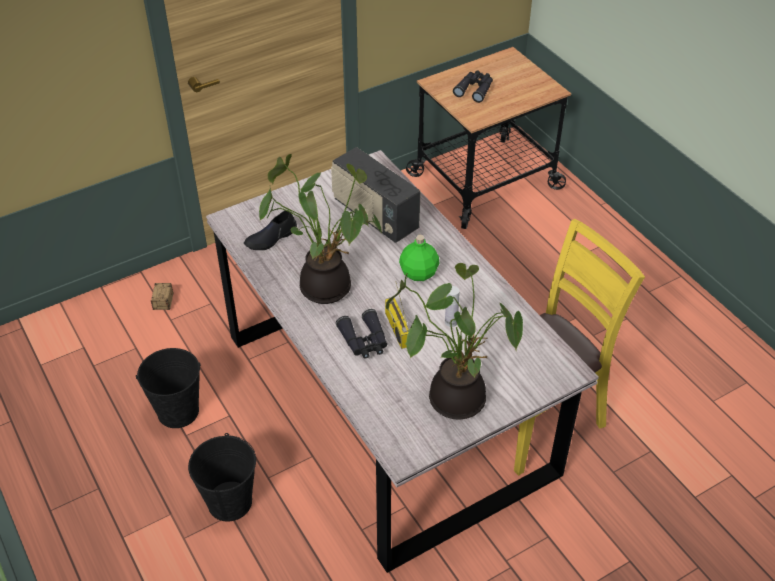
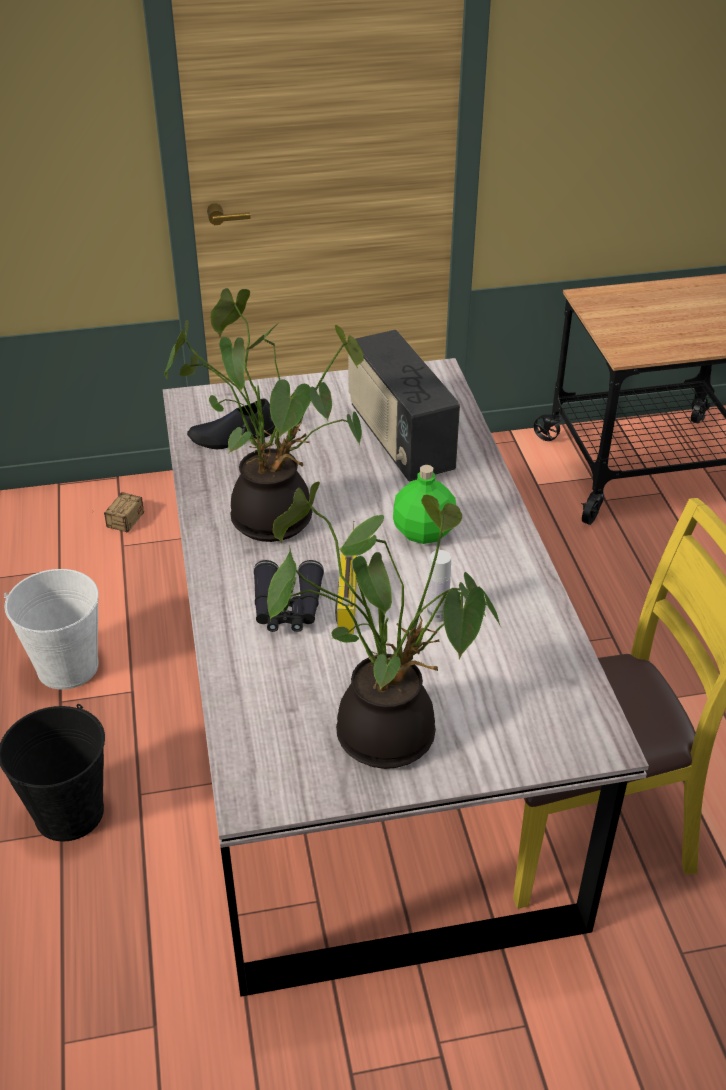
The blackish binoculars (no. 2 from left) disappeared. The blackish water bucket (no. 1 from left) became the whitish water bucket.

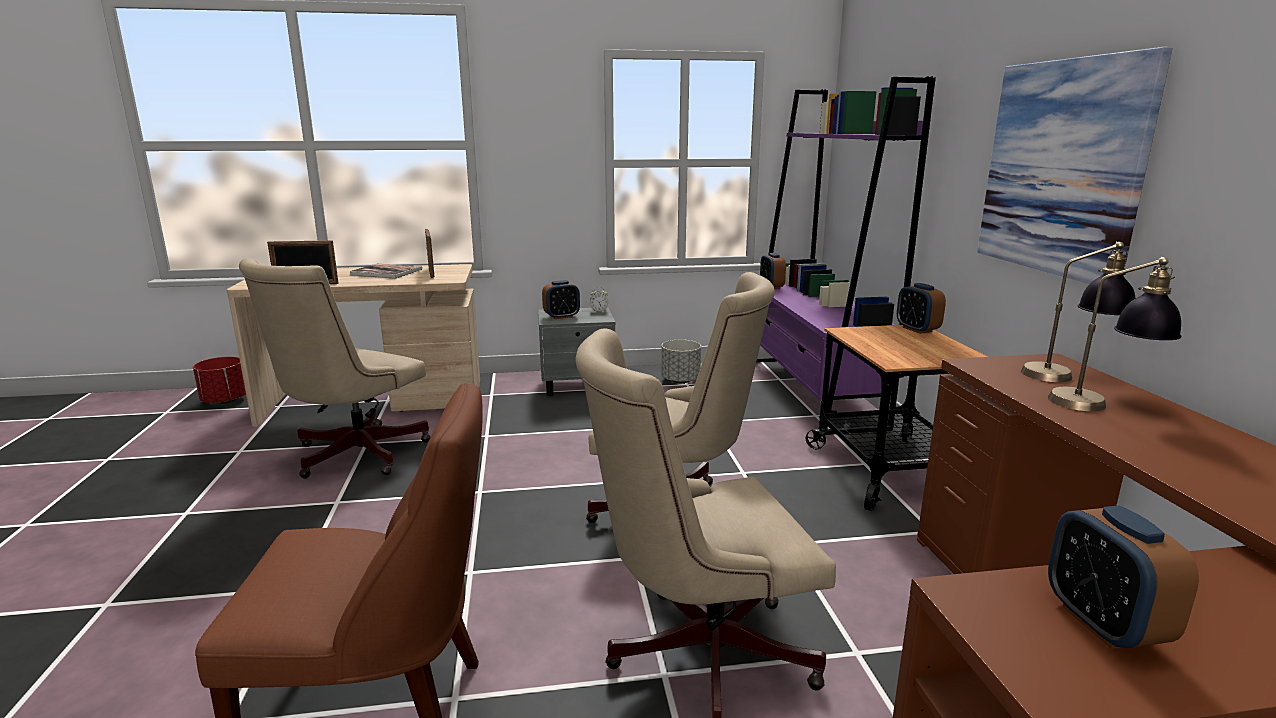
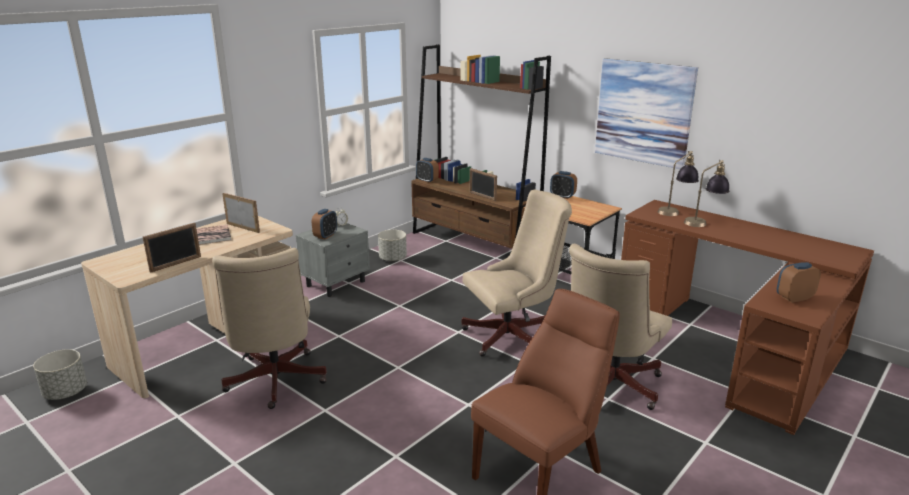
The purple-coloured bookshelf became the brownish bookshelf. The reddish planter became the greyish planter (no. 1 from left). The table clock (no. 5 from left) turned 120 degrees clockwise. The photo frame (no. 3 from left) appeared.

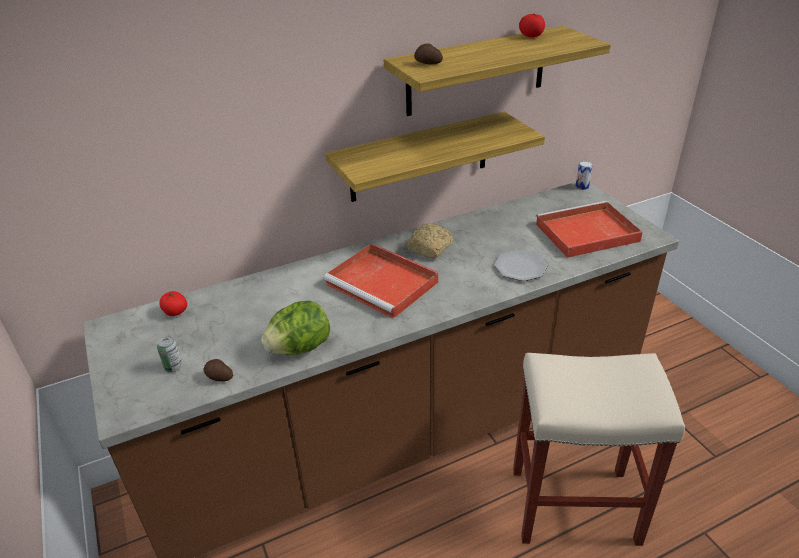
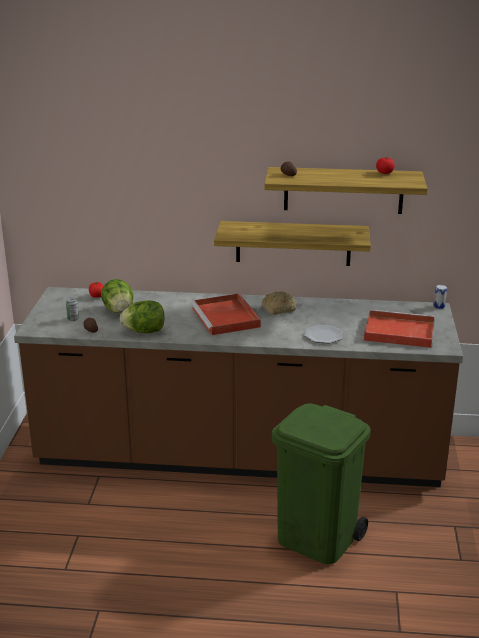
The sand-coloured stool was replaced by the green waste bin. The lettuce (no. 1 from left) appeared.

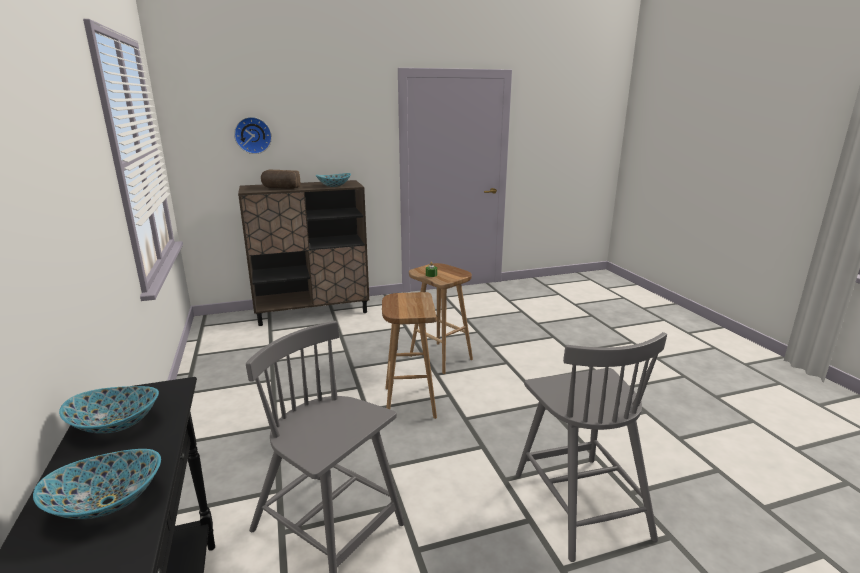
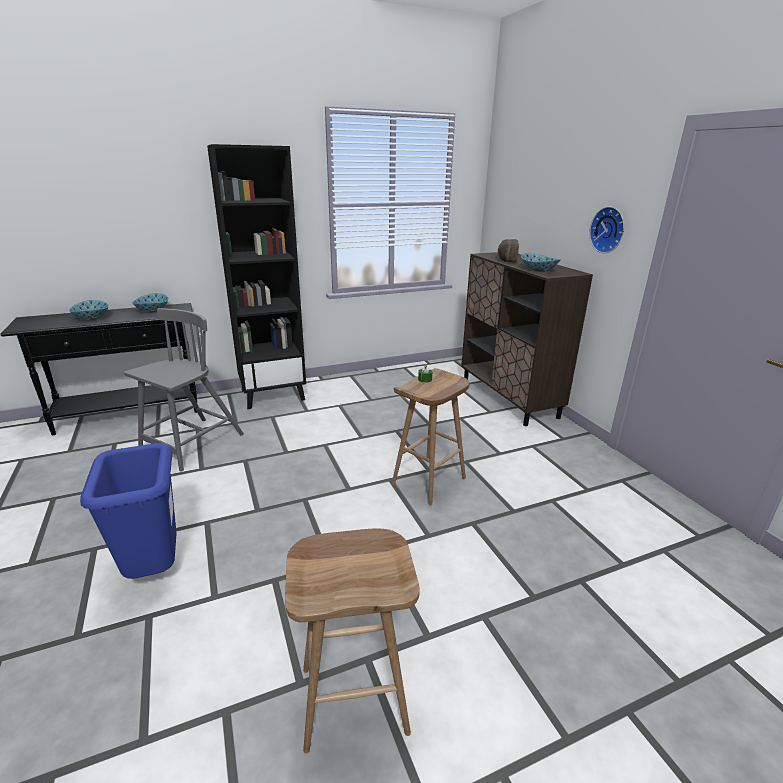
The clock on the wall moved. The brownish stool (no. 1 from left) moved. The greyish upright chair (no. 2 from left) was replaced by the blue waste bin. The blackish bookshelf appeared.

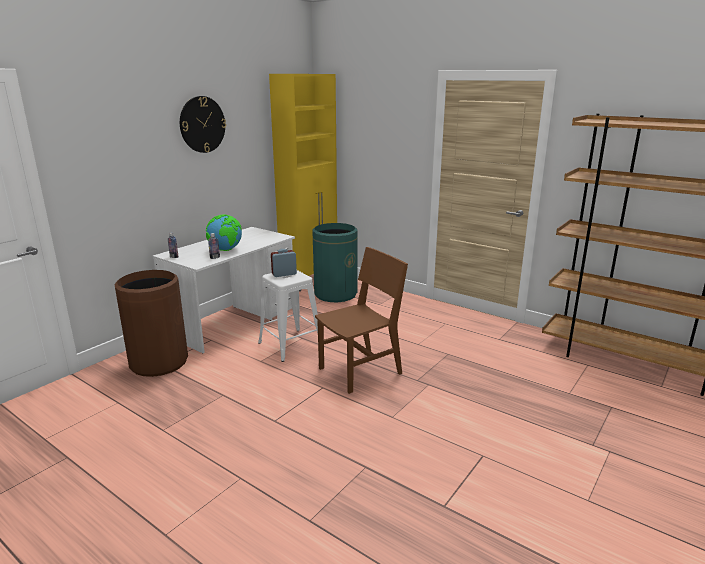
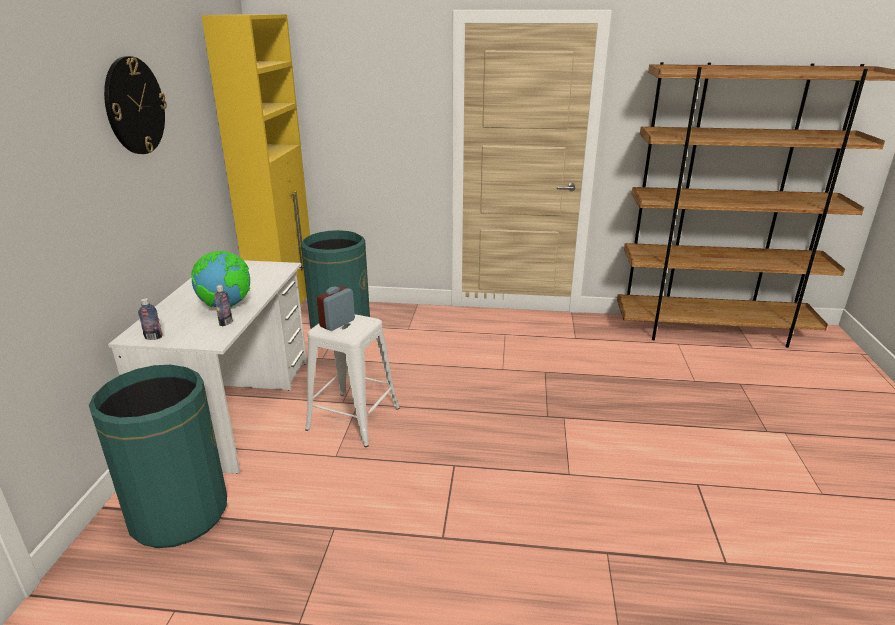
The brownish upright chair disappeared. The brownish waste bin became the green waste bin (no. 1 from left).

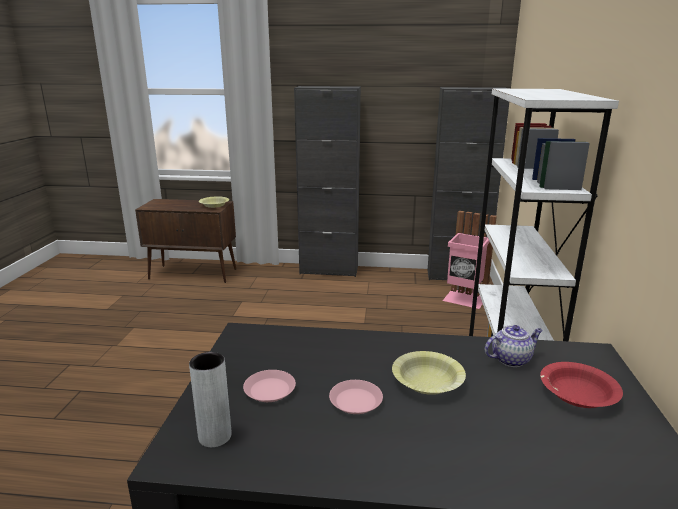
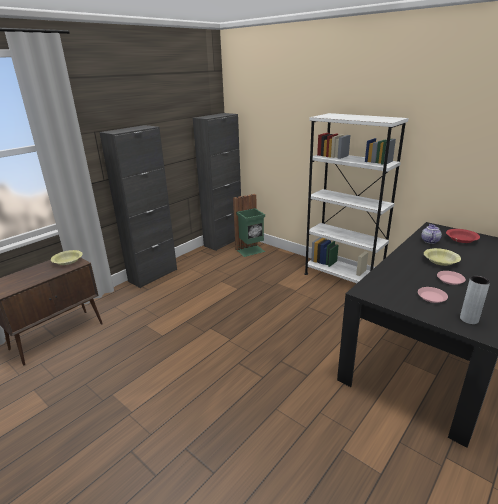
The pinkish waste bin became the green waste bin.

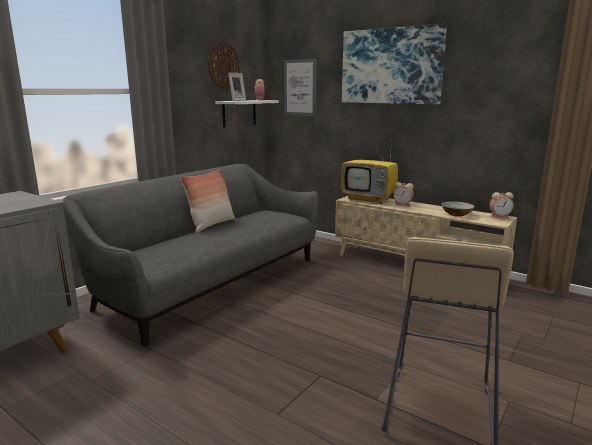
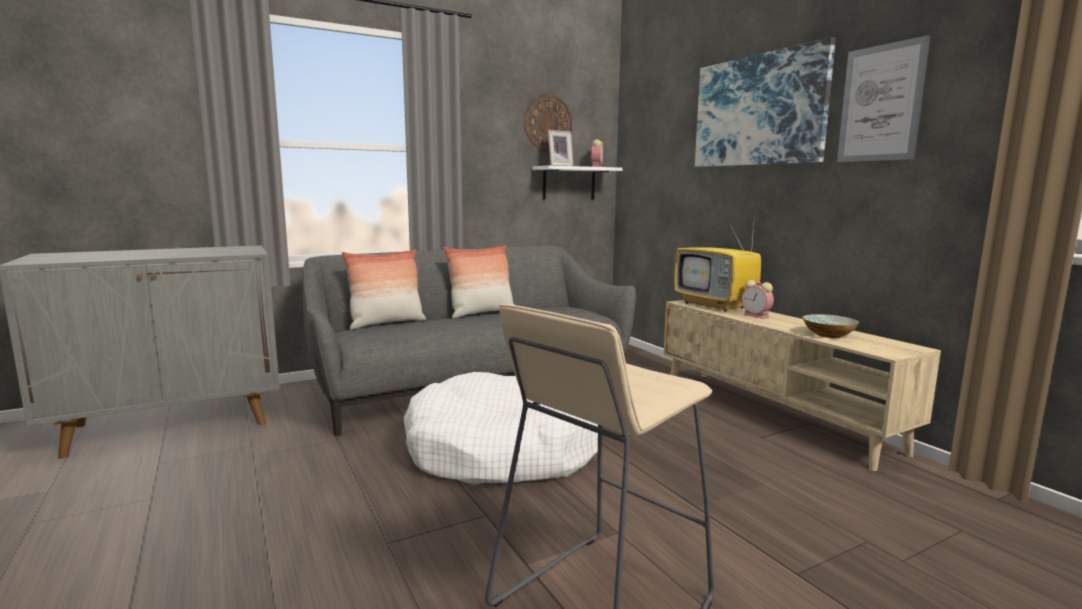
The wall art (no. 1 from left in the first image) moved. The table clock (no. 3 from left) disappeared. The throw pillow (no. 1 from left) appeared. The whitish pet bed appeared.

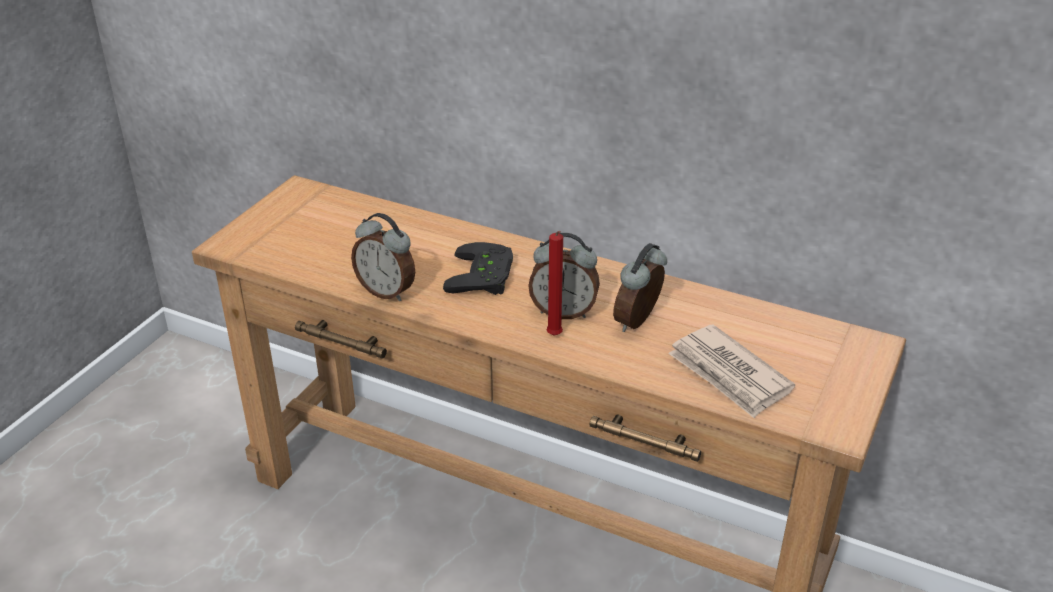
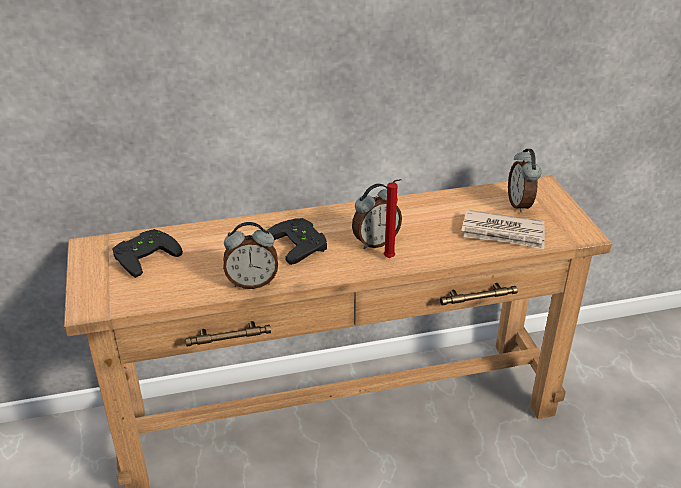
The table clock (no. 3 from left) moved. The blackish joypad (no. 1 from left) appeared.

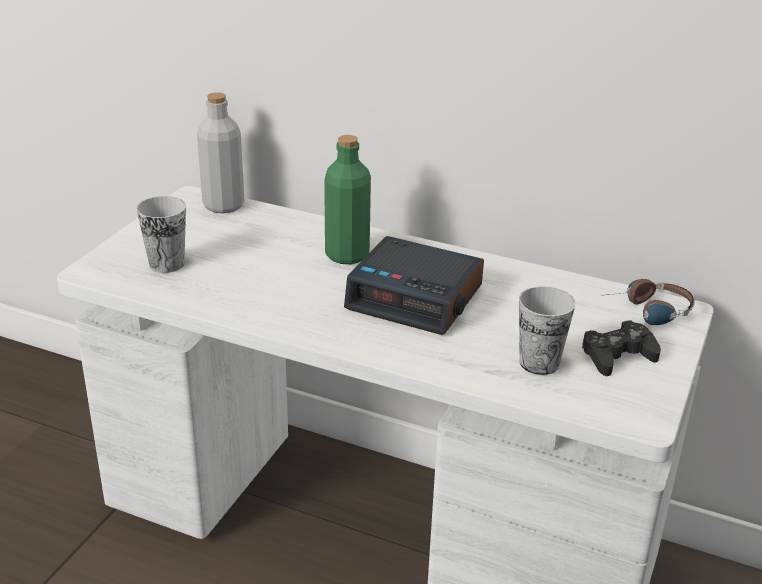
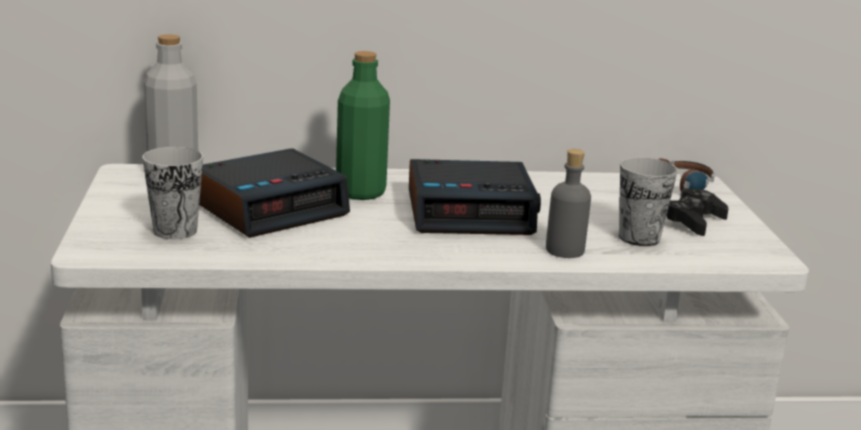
The table clock (no. 1 from left) appeared. The greyish beverage bottle (no. 2 from left) appeared.

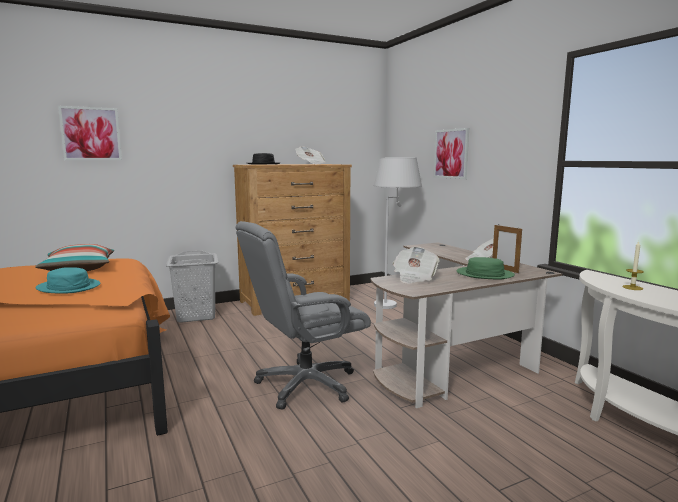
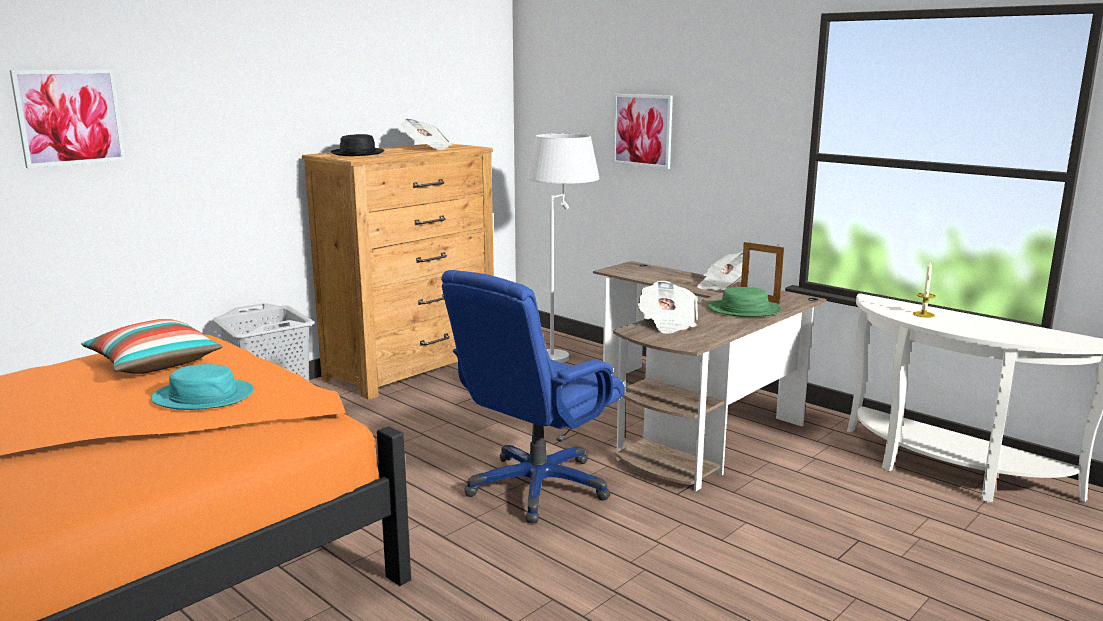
The greyish computer chair became the blue computer chair.

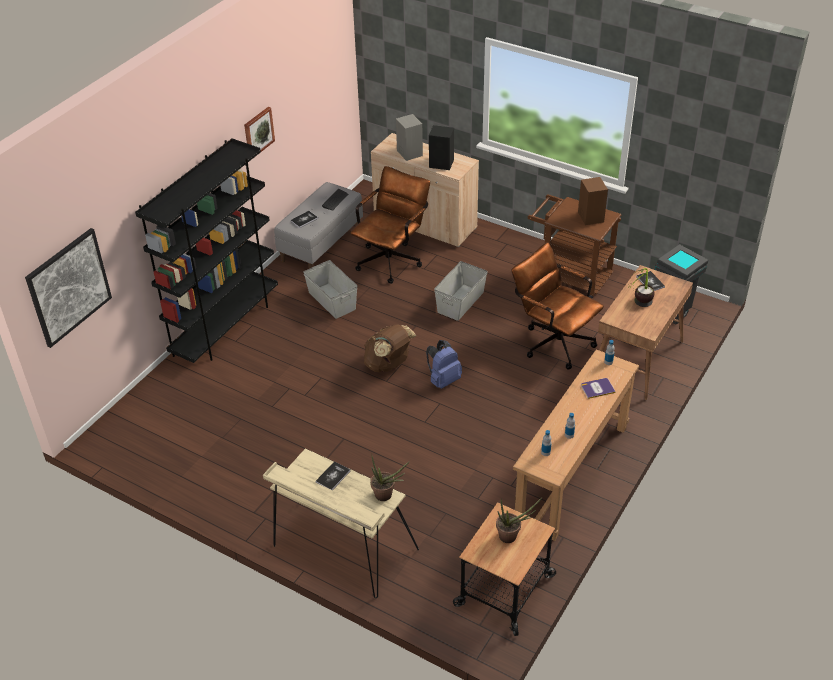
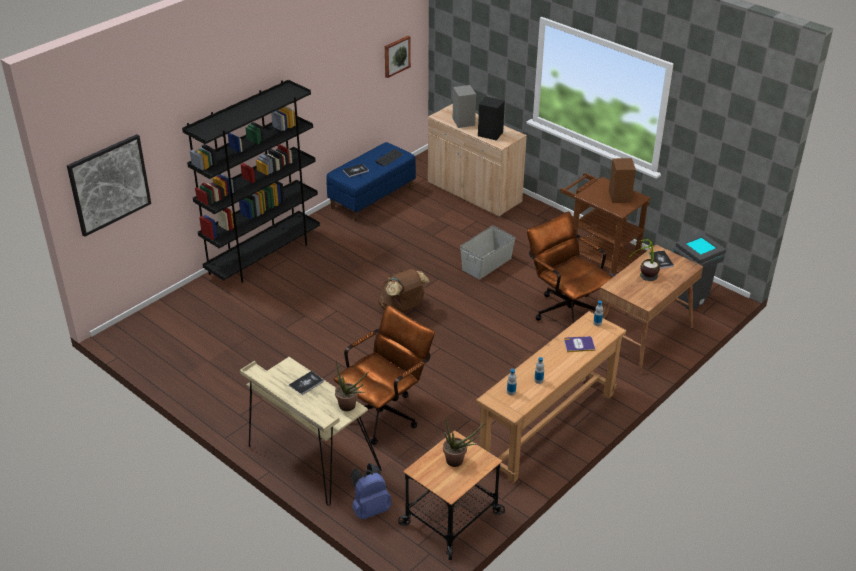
The wall art (no. 2 from left) moved. The brownish computer chair (no. 1 from left) moved. The greyish indoor bench became the blue indoor bench. The greyish storage bin (no. 1 from left) disappeared. The blue rucksack moved.

